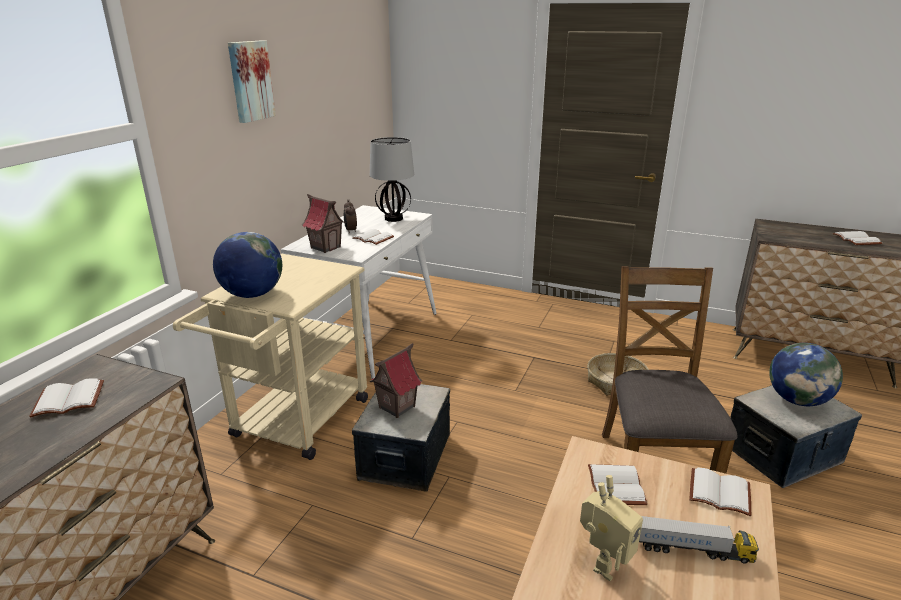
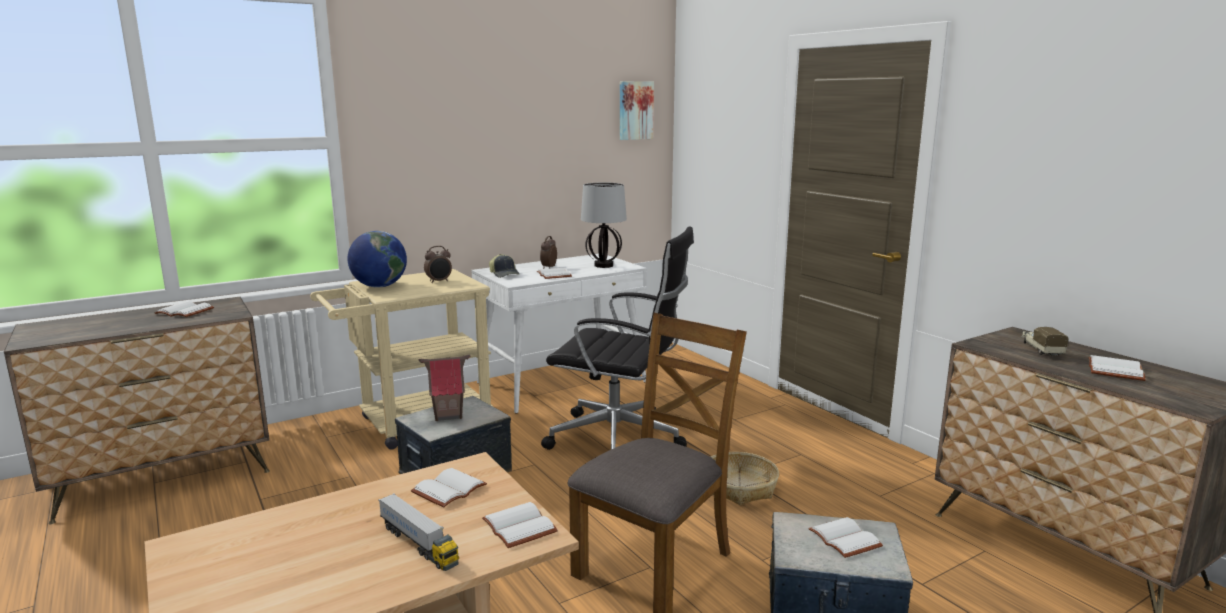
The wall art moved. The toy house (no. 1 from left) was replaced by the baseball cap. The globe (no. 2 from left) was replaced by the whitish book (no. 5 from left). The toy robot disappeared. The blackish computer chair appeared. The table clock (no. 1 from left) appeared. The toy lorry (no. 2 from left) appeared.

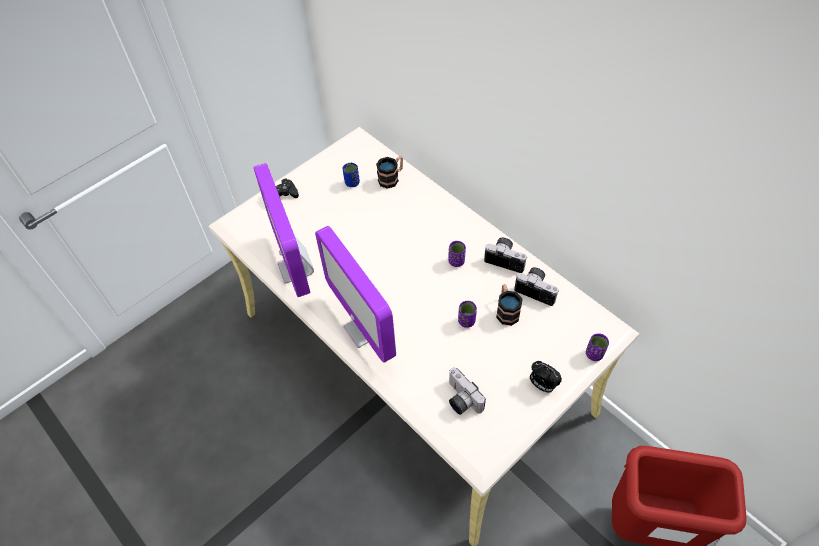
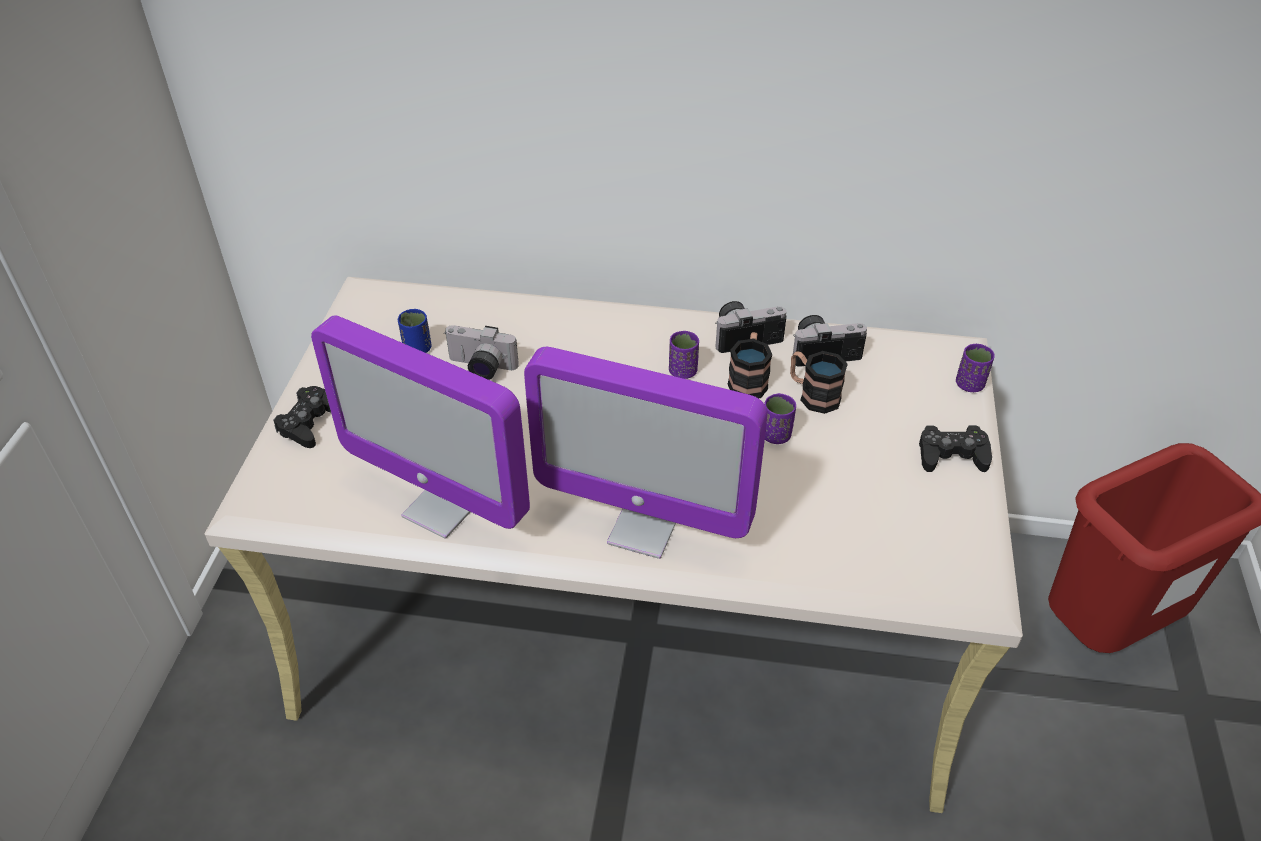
The mug (no. 1 from left) moved. The table clock was replaced by the blackish joypad (no. 2 from left). The still camera (no. 1 from left) moved.

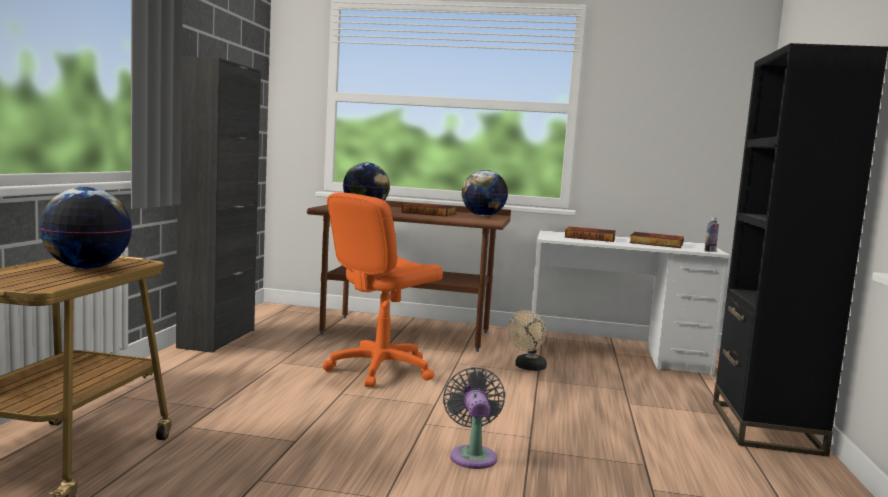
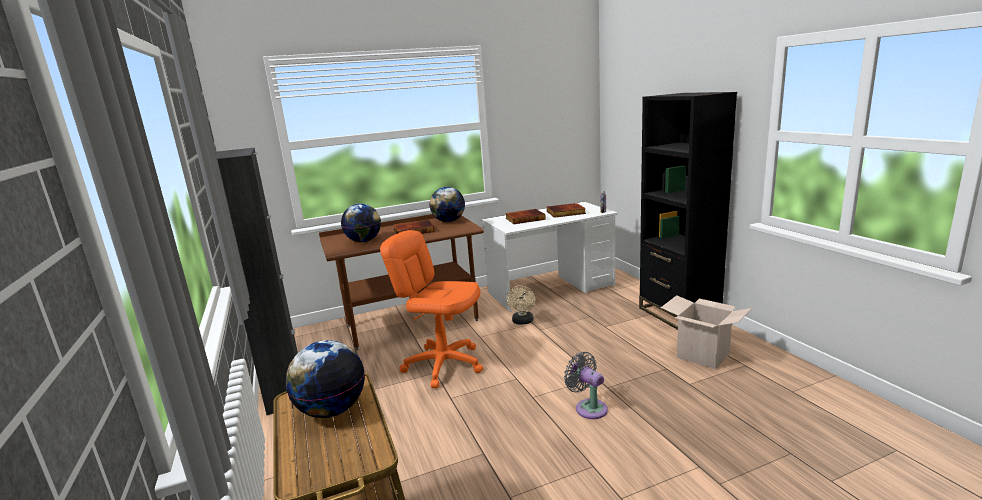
The orangey computer chair turned 105 degrees clockwise. The carton appeared.

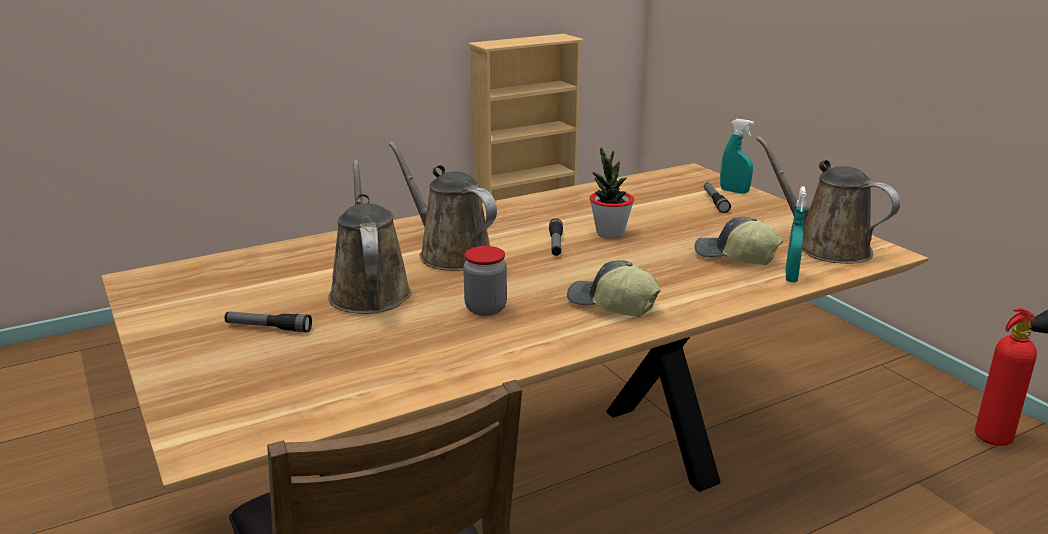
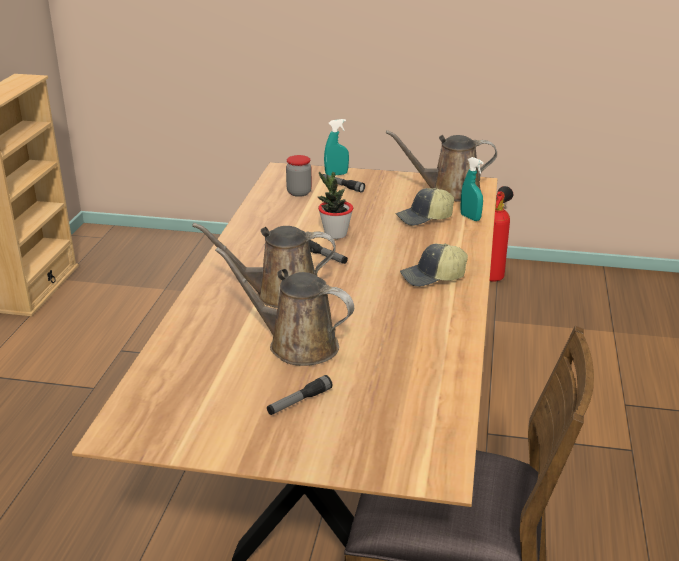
The preserve jar moved.

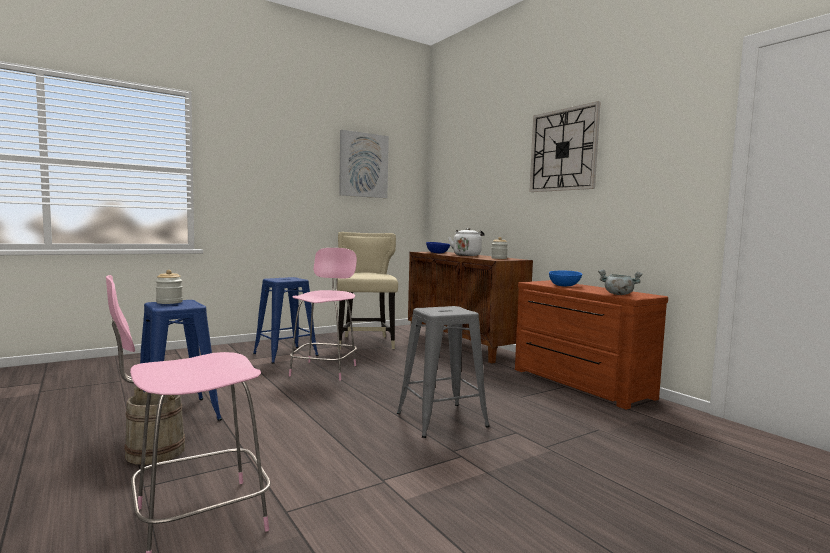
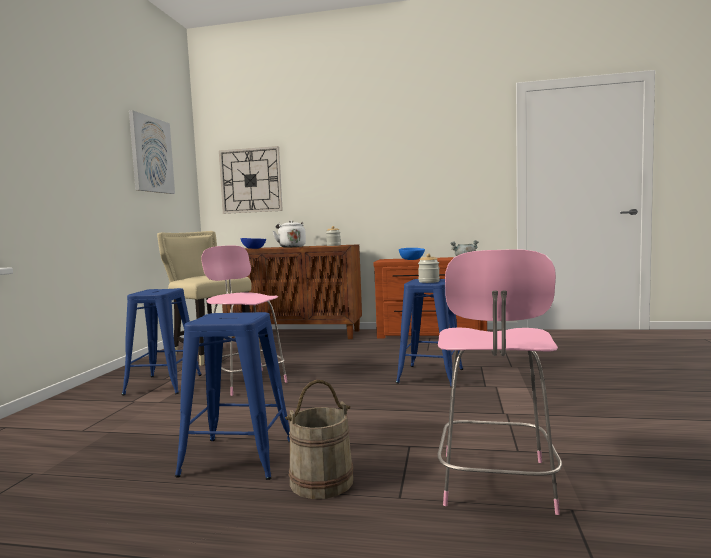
The clock on the wall moved. The preserve jar (no. 1 from left in the first image) moved. The greyish stool became the blue stool (no. 3 from left).

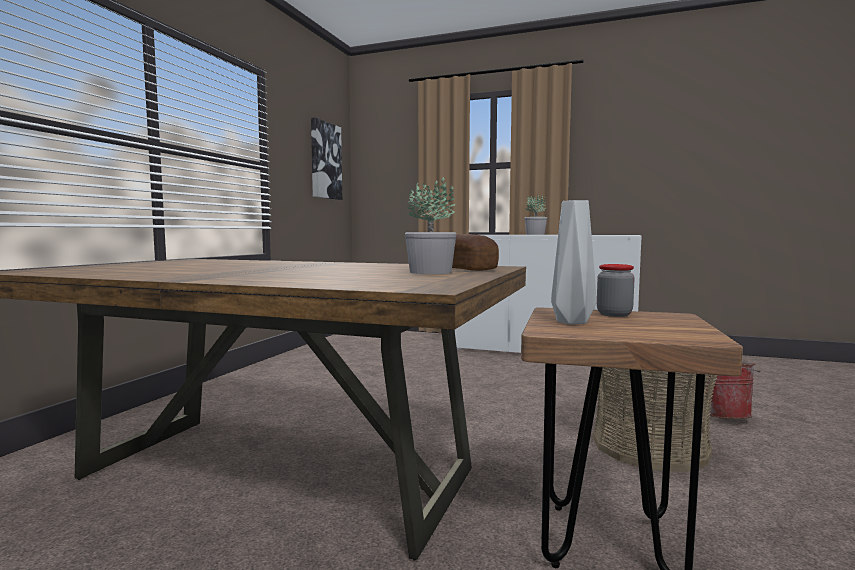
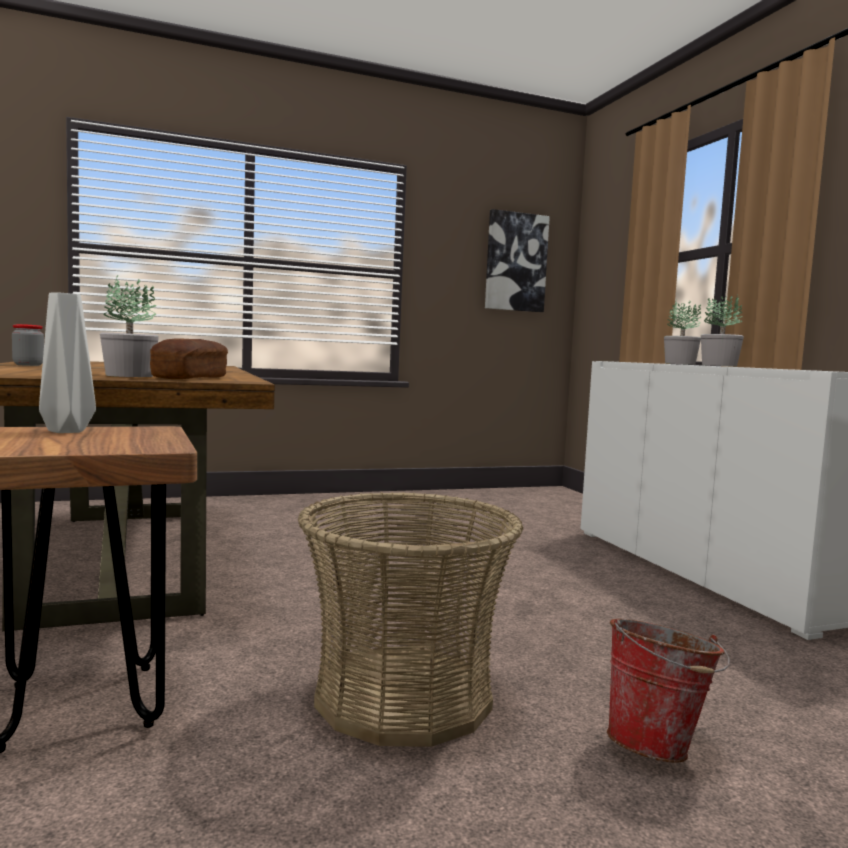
The preserve jar moved. The houseplant (no. 2 from left) appeared.

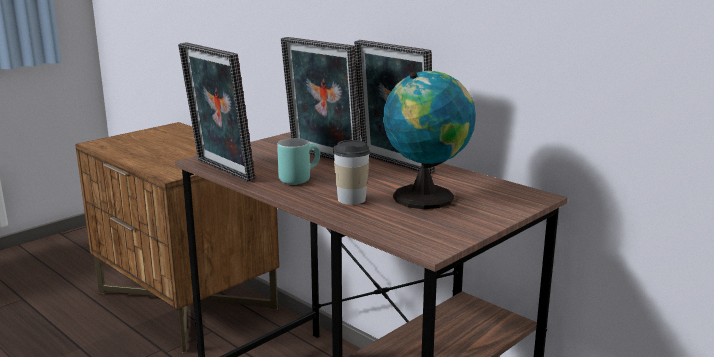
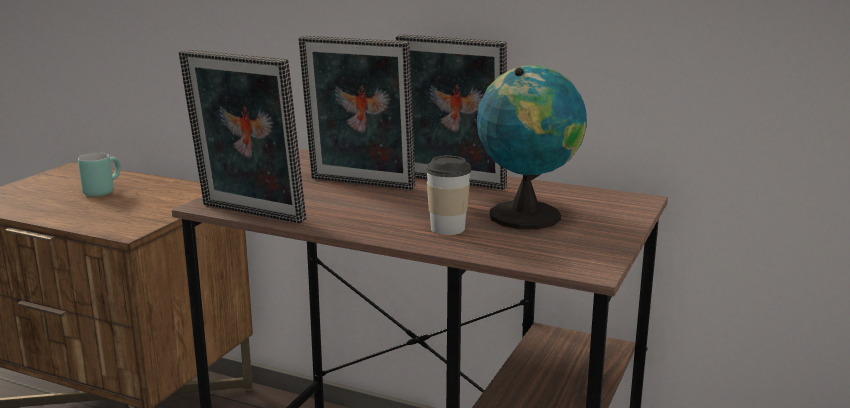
The blue-green mug moved.

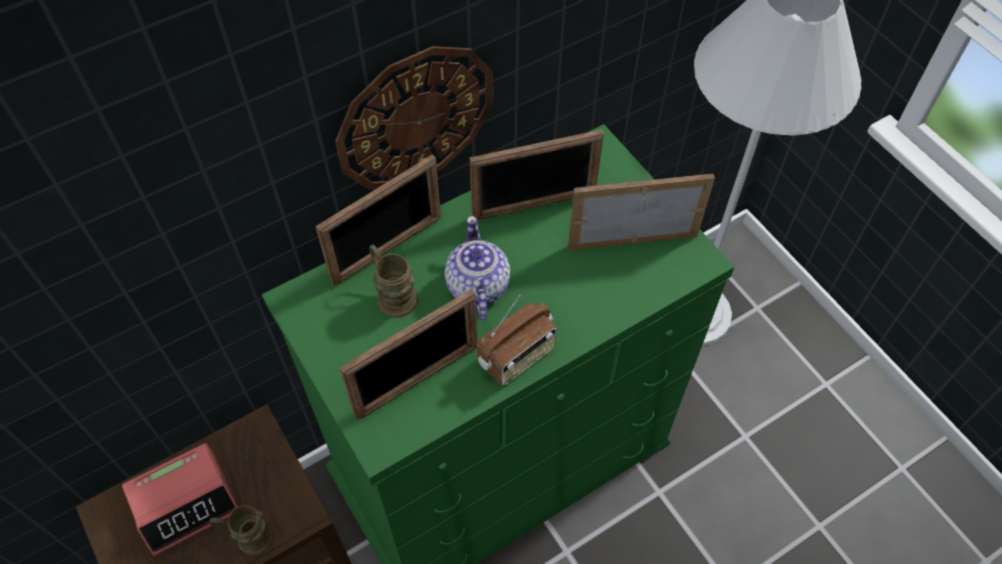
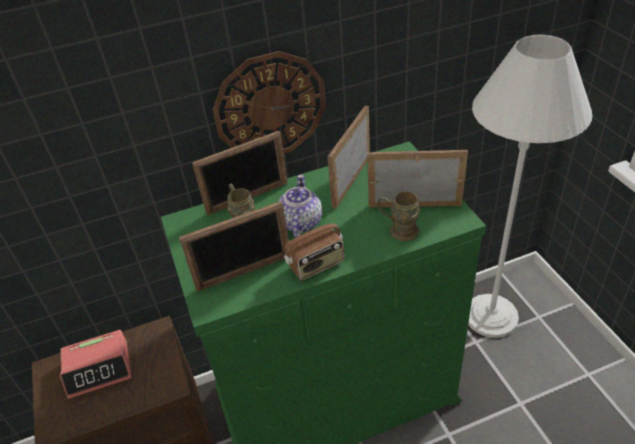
The photo frame (no. 3 from left) turned 120 degrees clockwise. The brownish mug (no. 1 from left in the first image) moved.

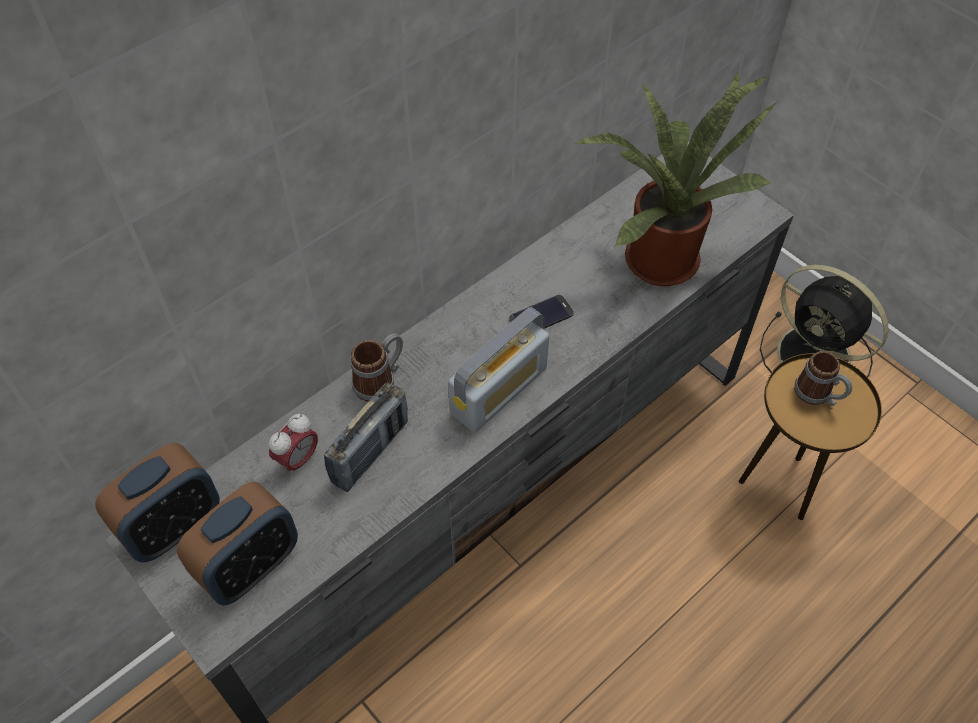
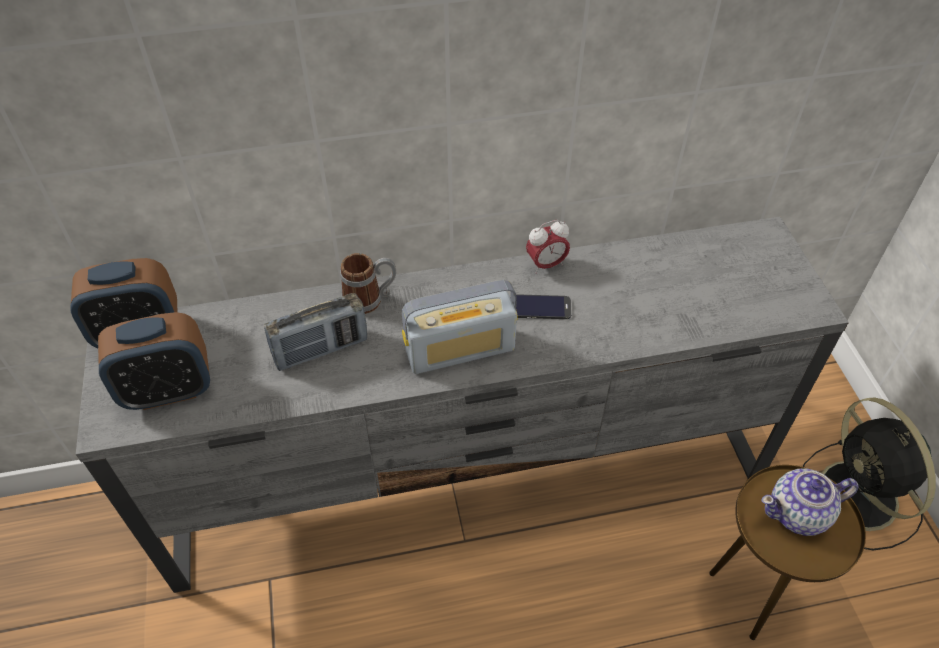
The houseplant disappeared. The mug (no. 2 from left) was replaced by the tea pot. The table clock (no. 3 from left) moved.

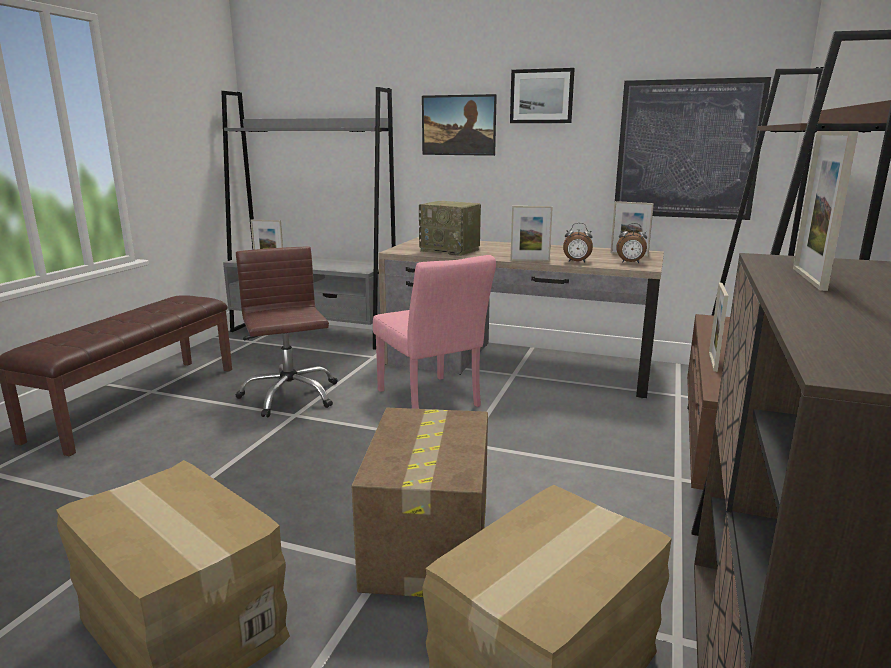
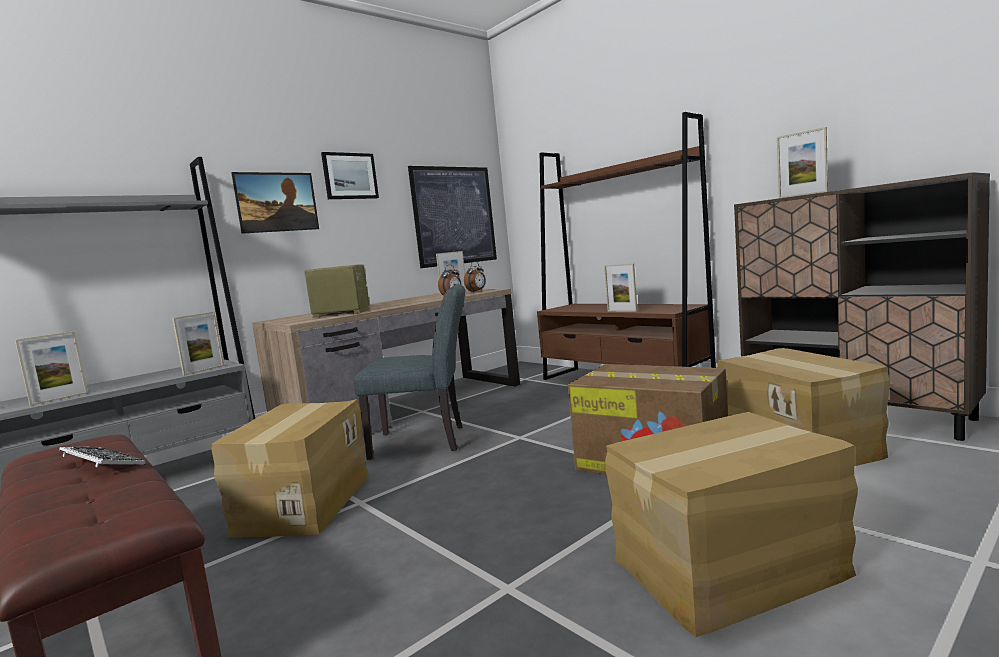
The radio receiver turned 150 degrees counterclockwise. The photo frame (no. 2 from left) moved. The brownish computer chair was replaced by the carton (no. 1 from left). The pinkish upright chair became the greyish upright chair. The PC keyboard appeared.

